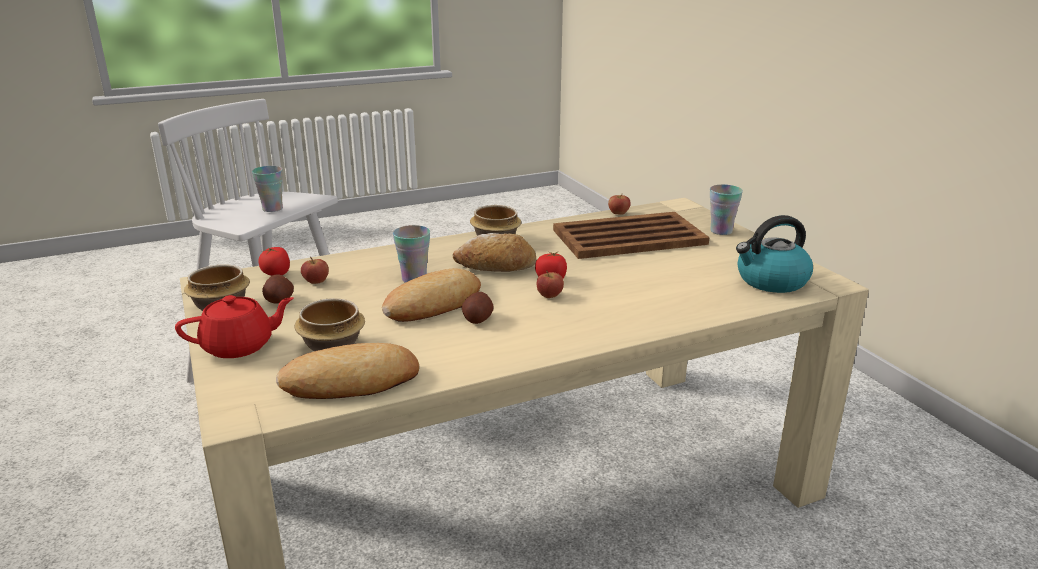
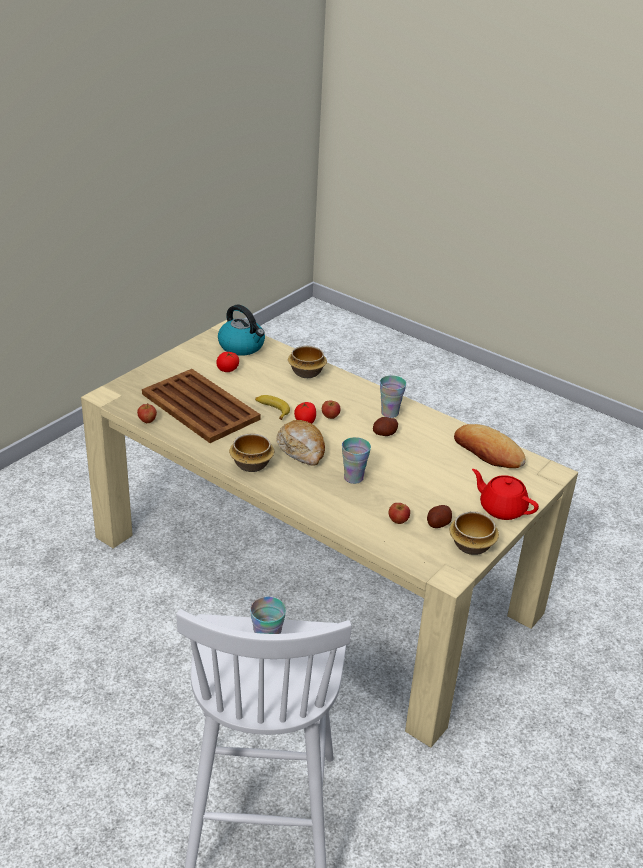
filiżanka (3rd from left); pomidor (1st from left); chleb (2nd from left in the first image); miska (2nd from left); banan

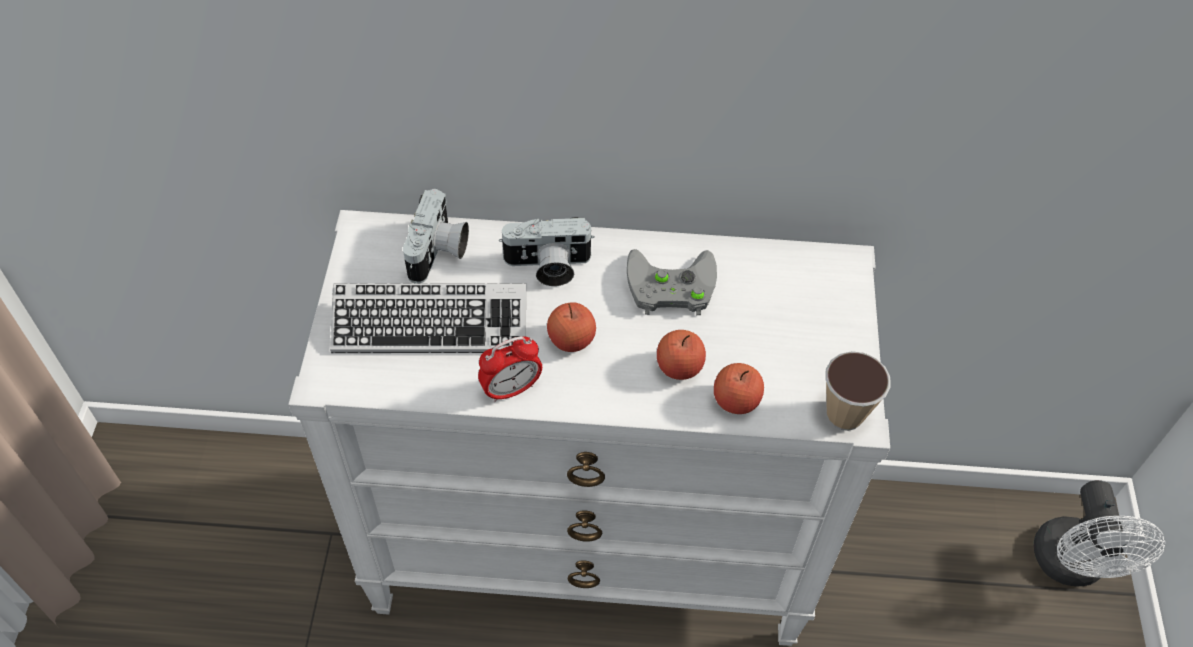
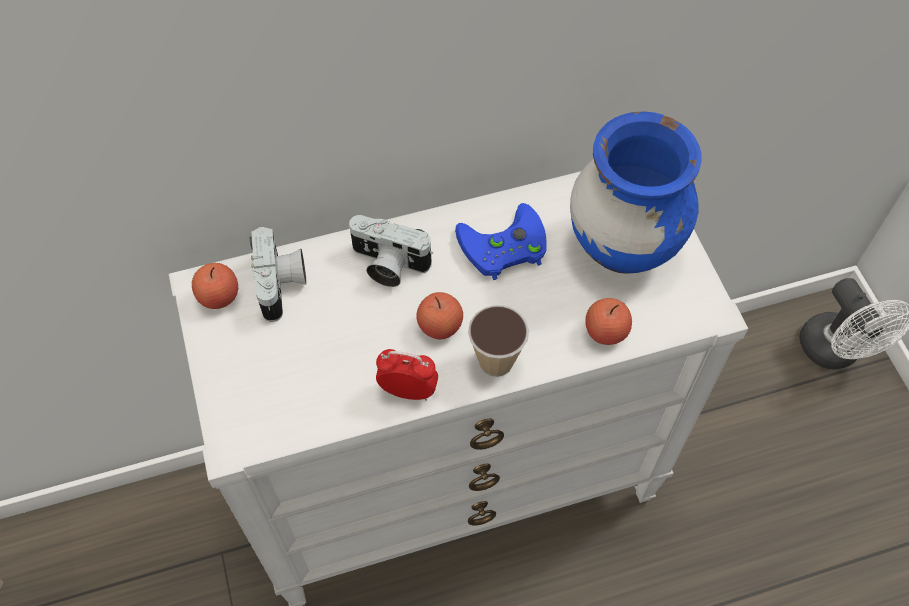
aparat fotograficzny (2nd from left); pad do gier [niebieski]; klawiatura; jabłko (1st from left); budzik; filiżanka; wazon [niebieski]

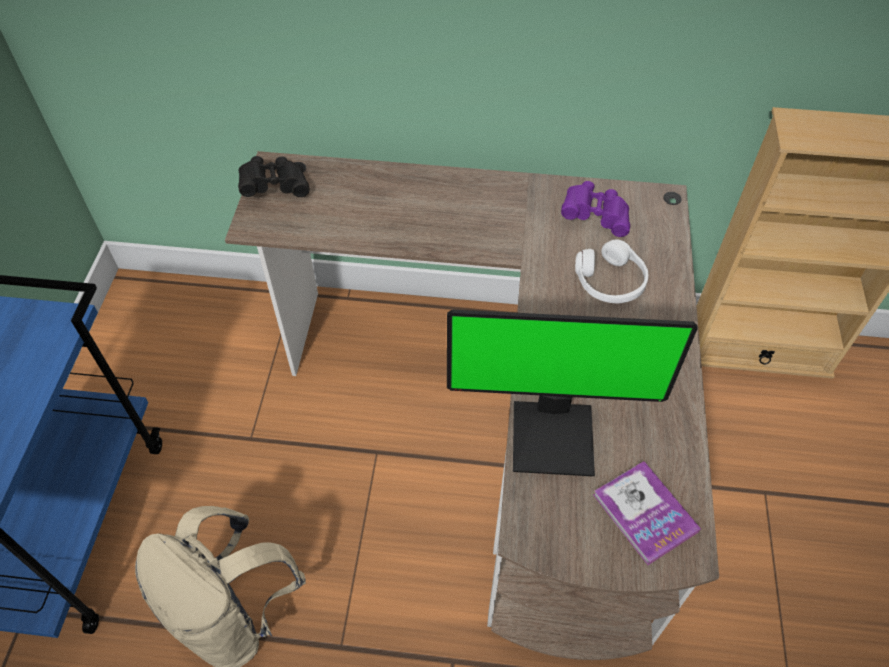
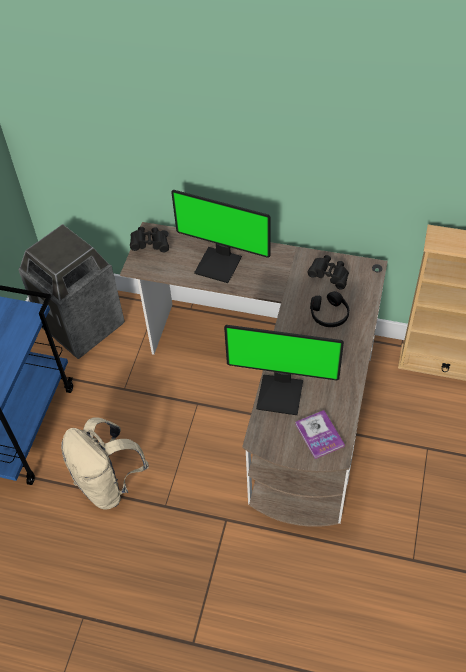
lornetka [czarny] (2nd from left); słuchawki [czarny]; monitor (1st from left); kosz na śmieci

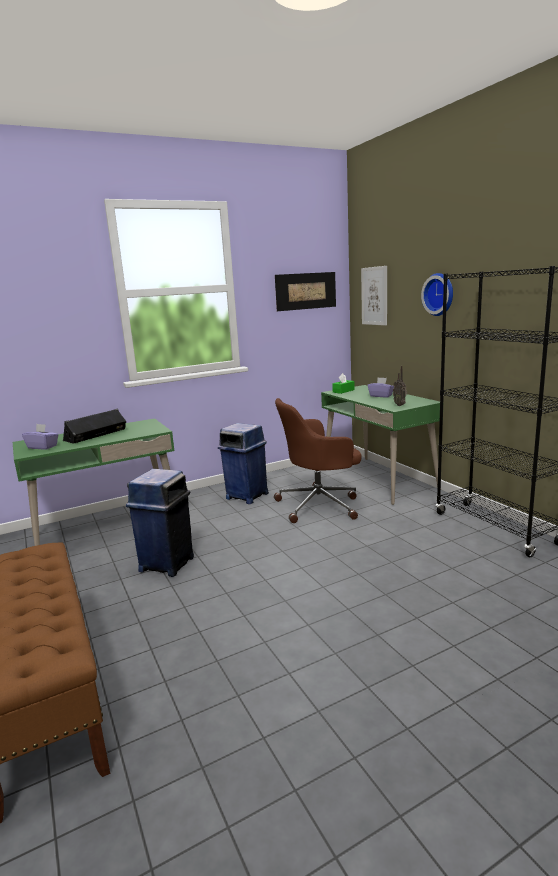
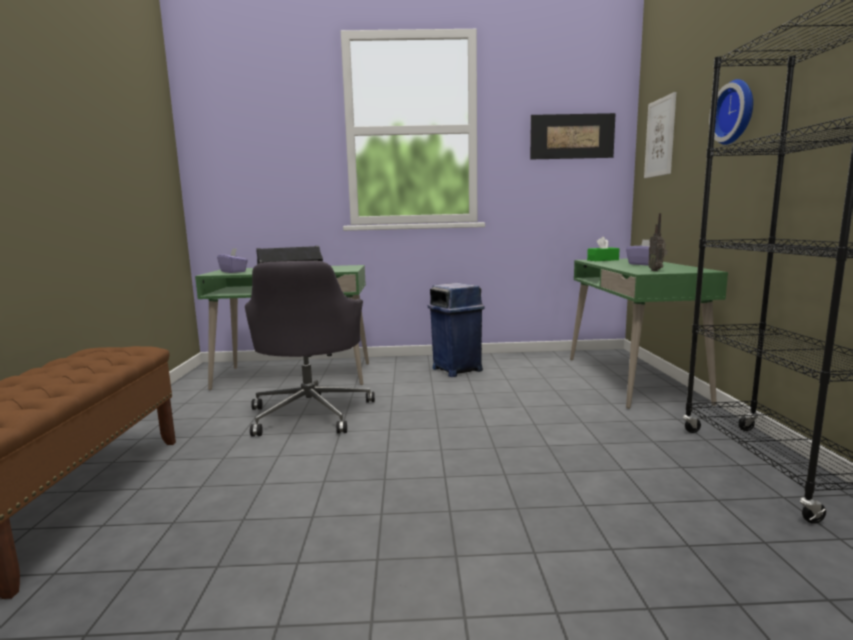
krzesło biurowe [brązowy]; krzesło biurowe [szary]

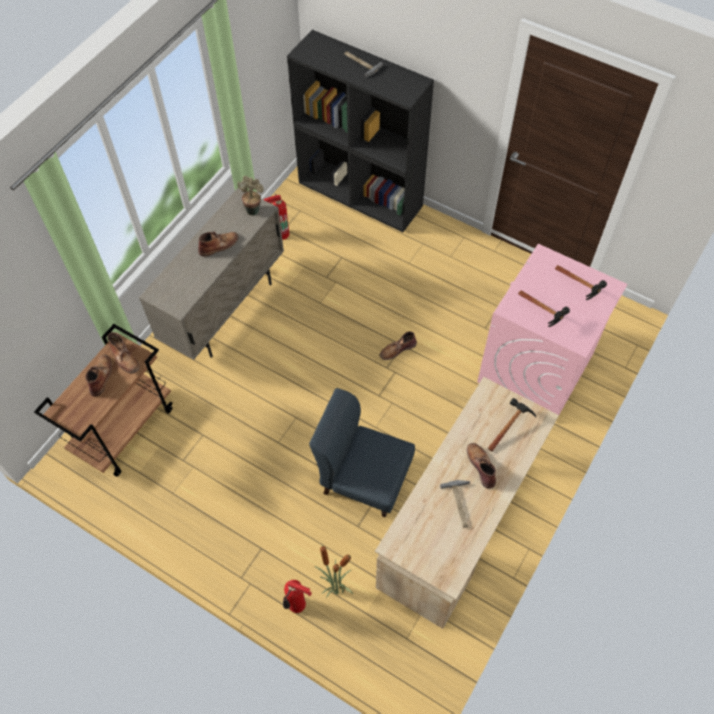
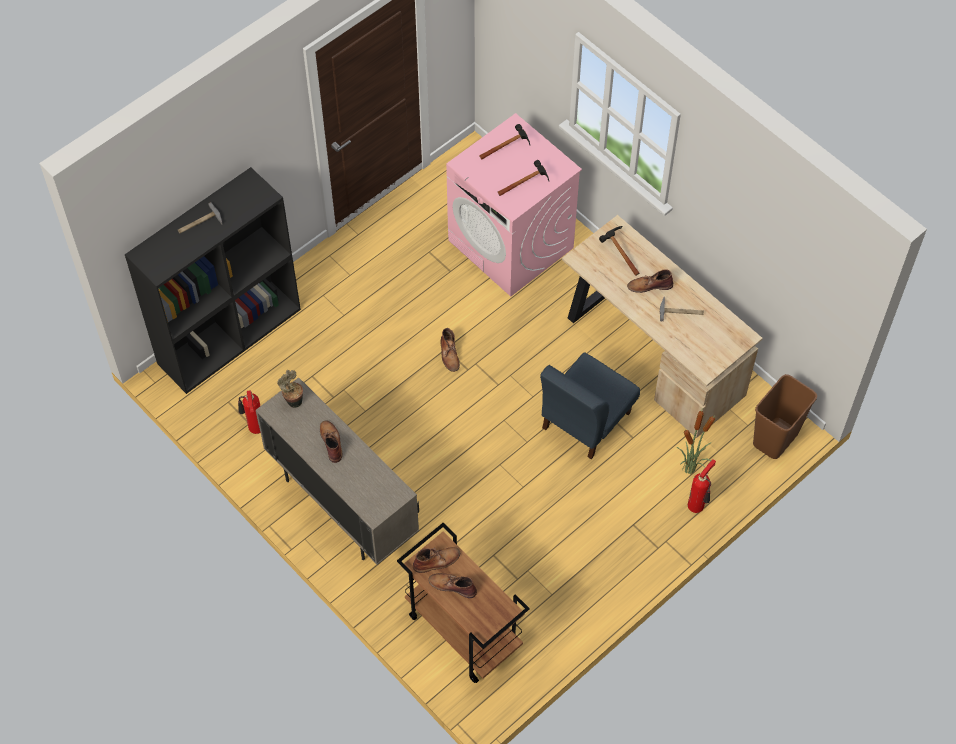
kosz na śmieci [brązowy]

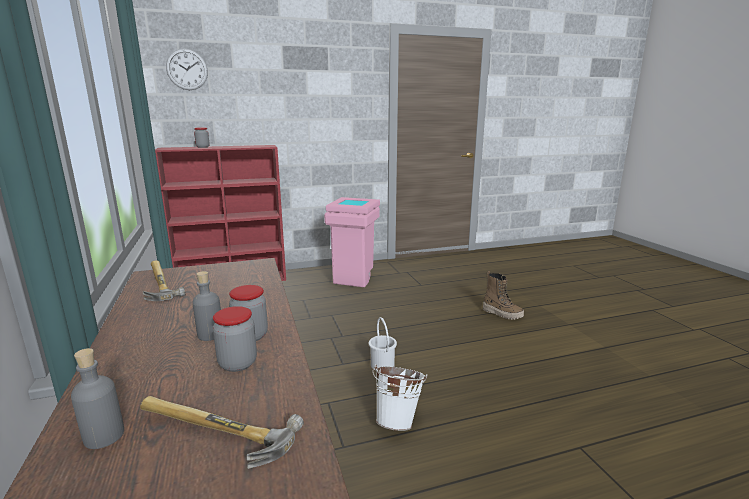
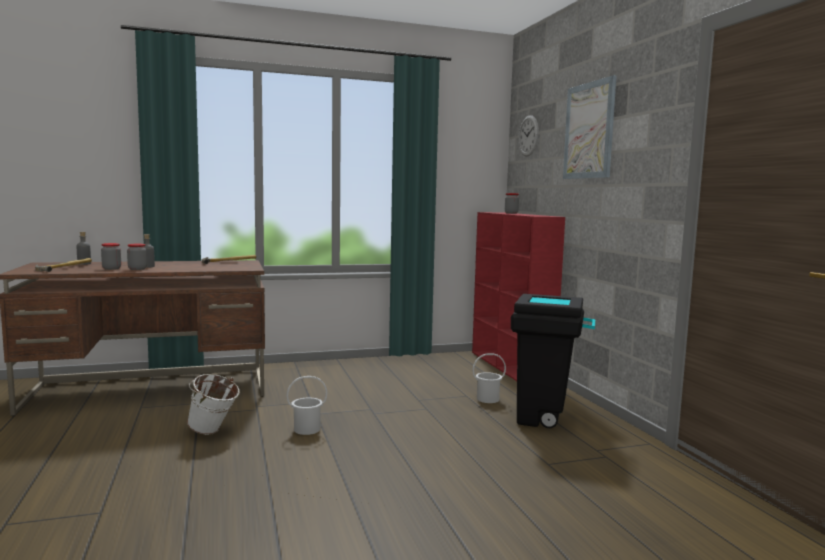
kosz na śmieci [czarny]; but z cholewką; obraz; wiadro [biały] (3rd from left)

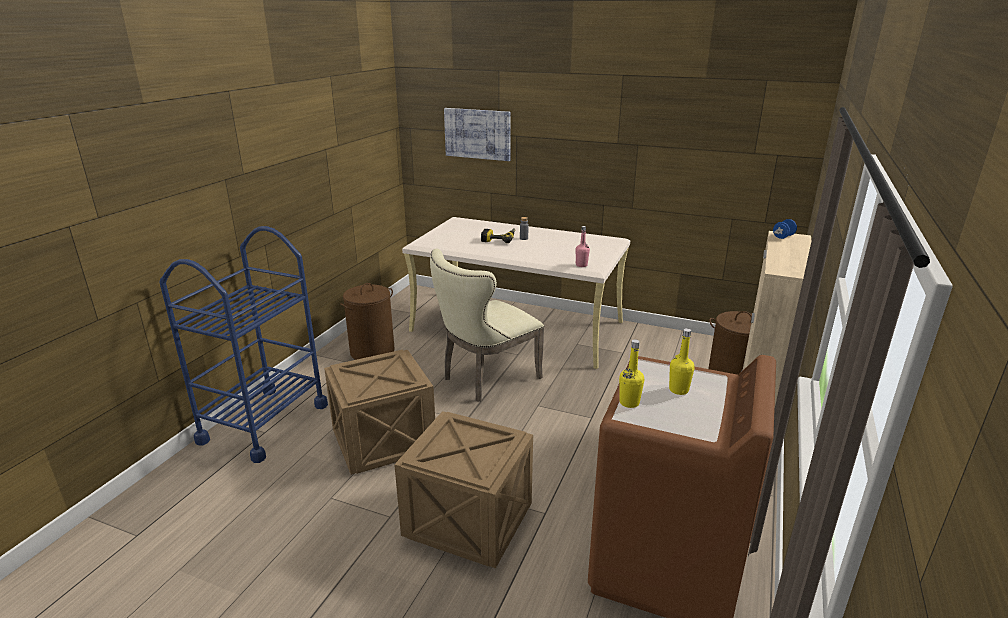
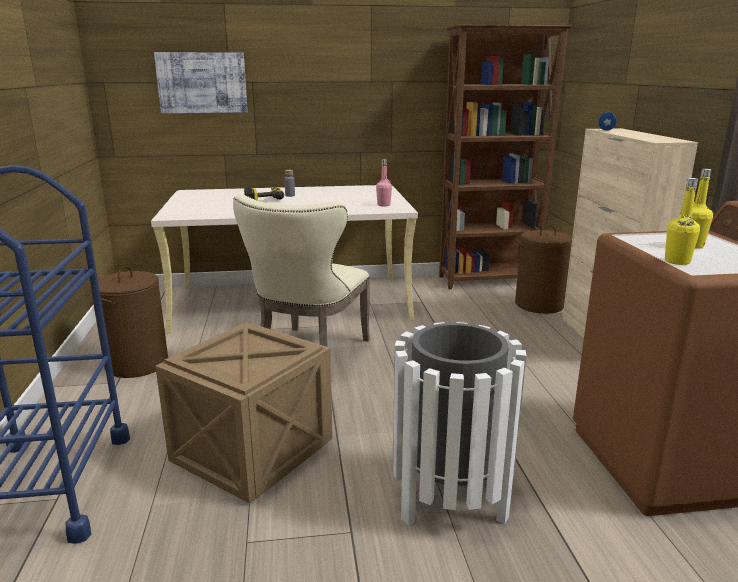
kosz na śmieci [biały]; regał [brązowy]

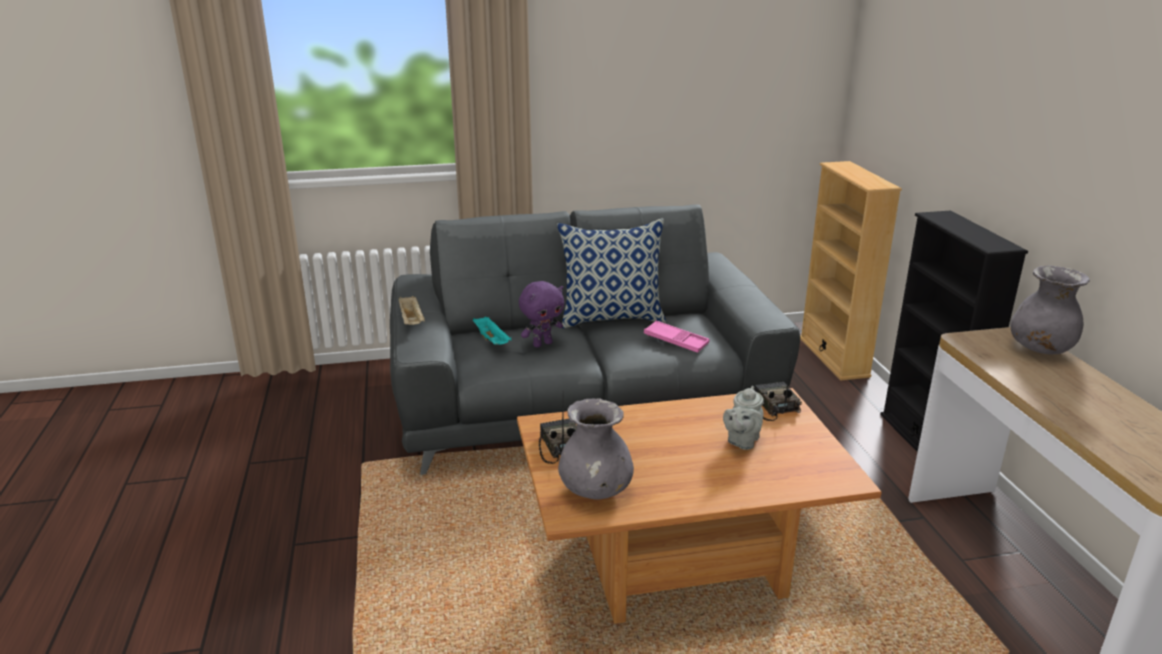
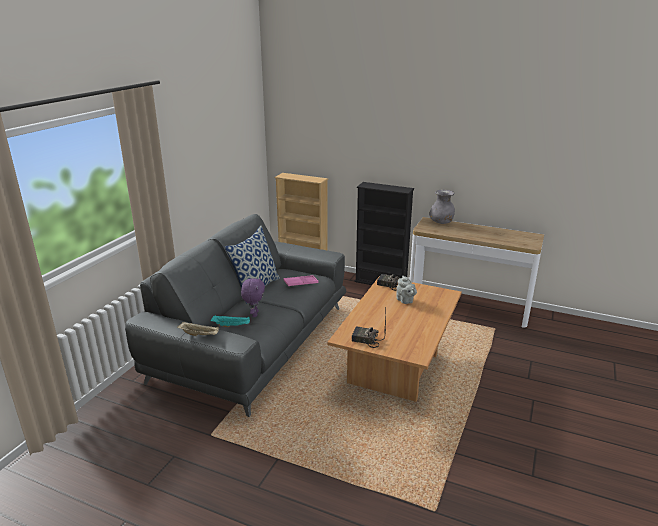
wazon [szary] (1st from left in the first image)

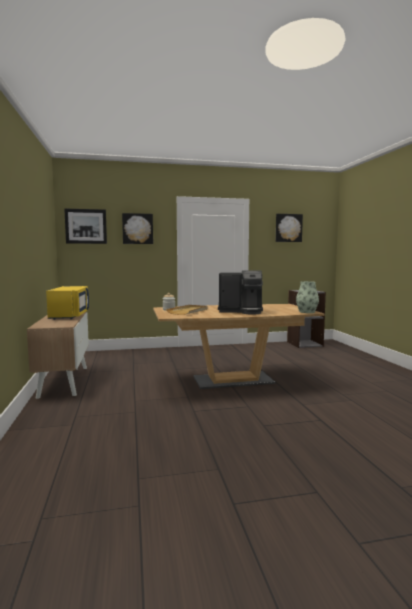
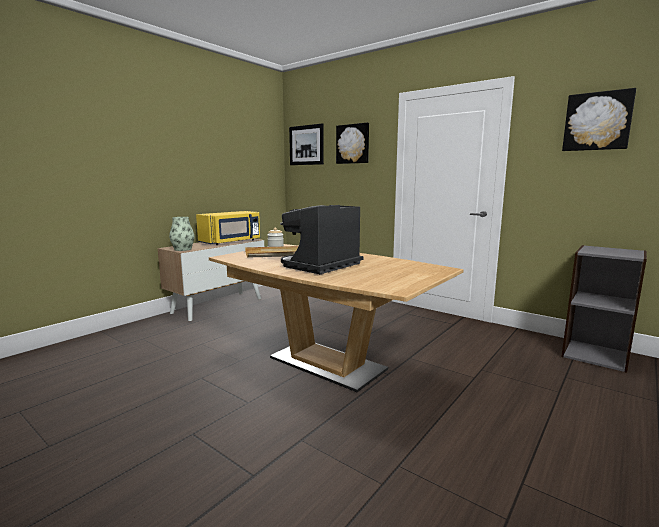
ekspres do kawy; wazon

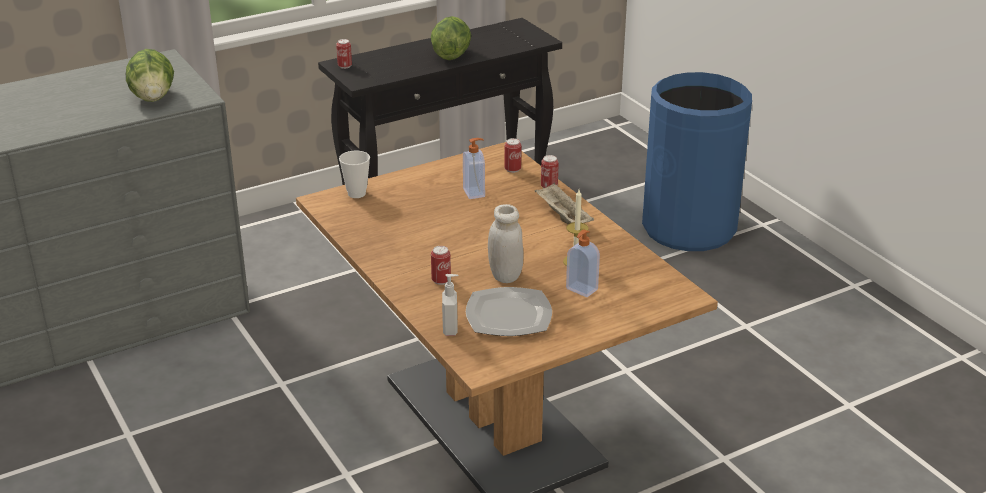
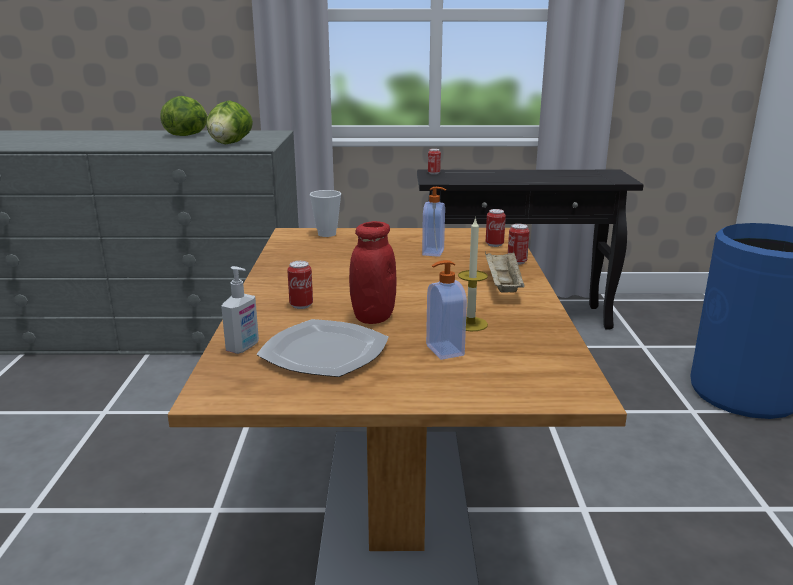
sałata (1st from left); słoik [czerwony]

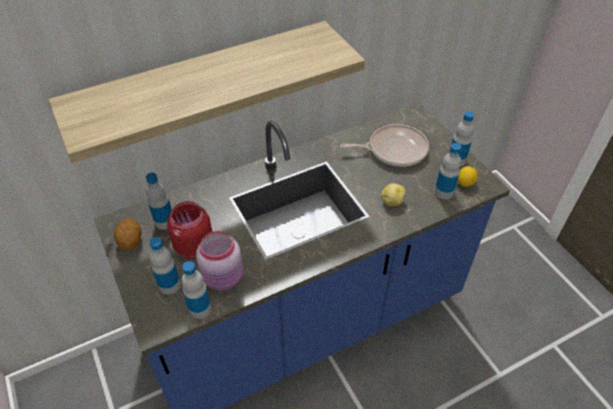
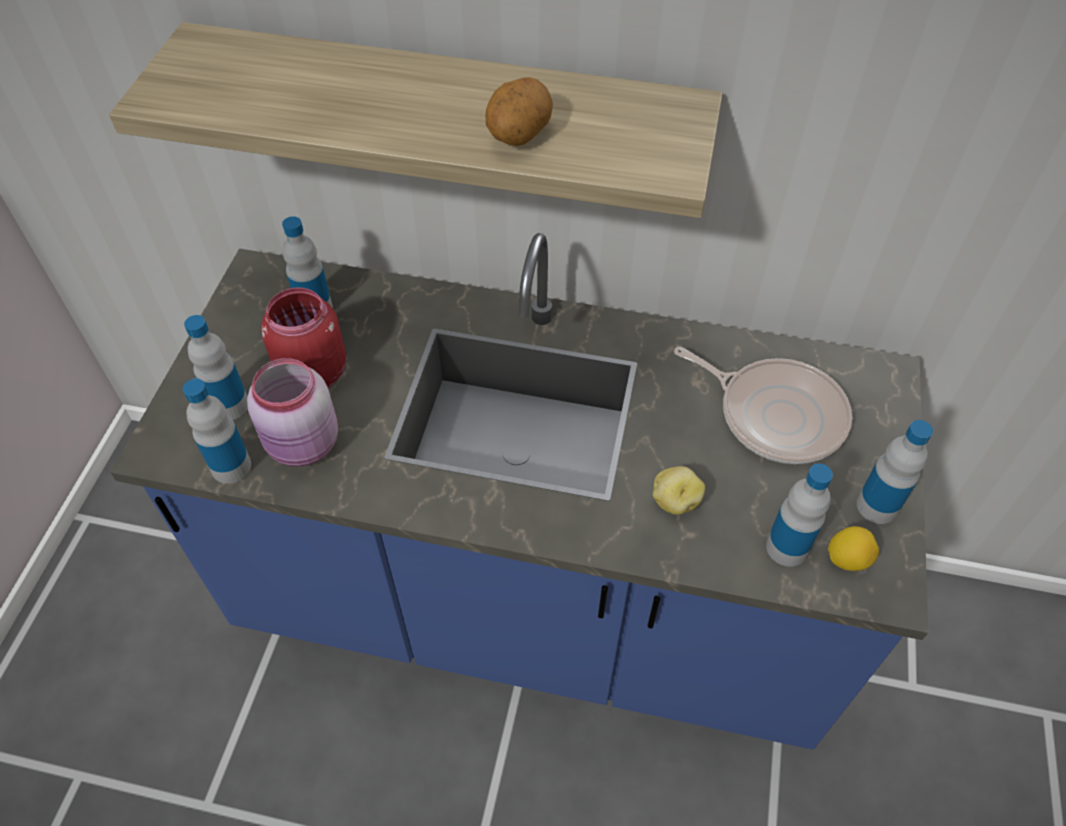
ziemniak (1st from left)

